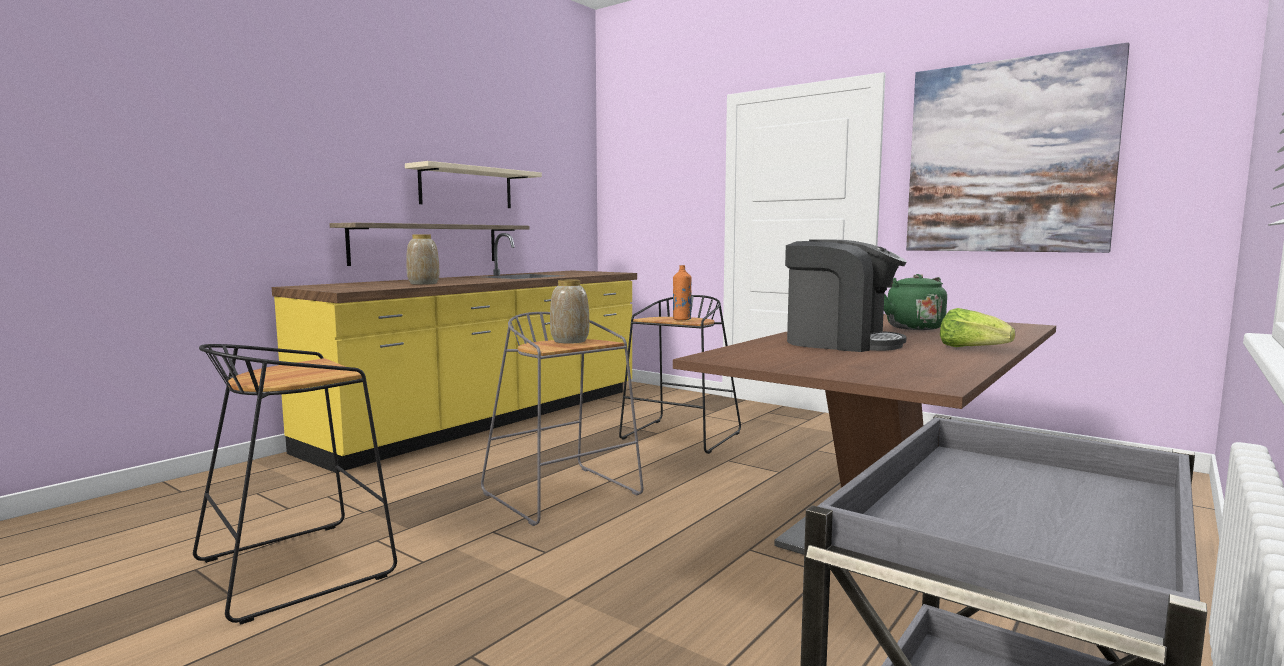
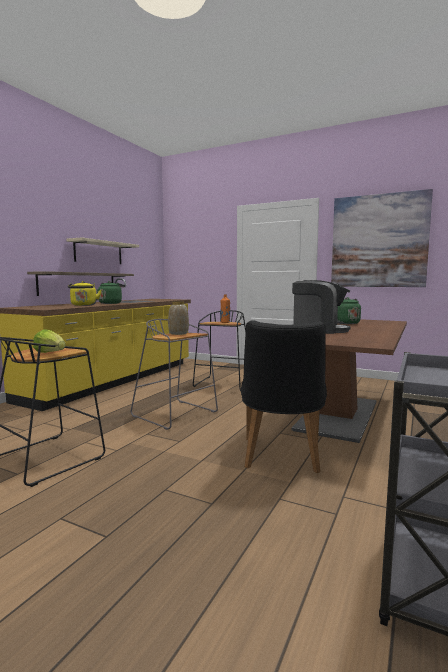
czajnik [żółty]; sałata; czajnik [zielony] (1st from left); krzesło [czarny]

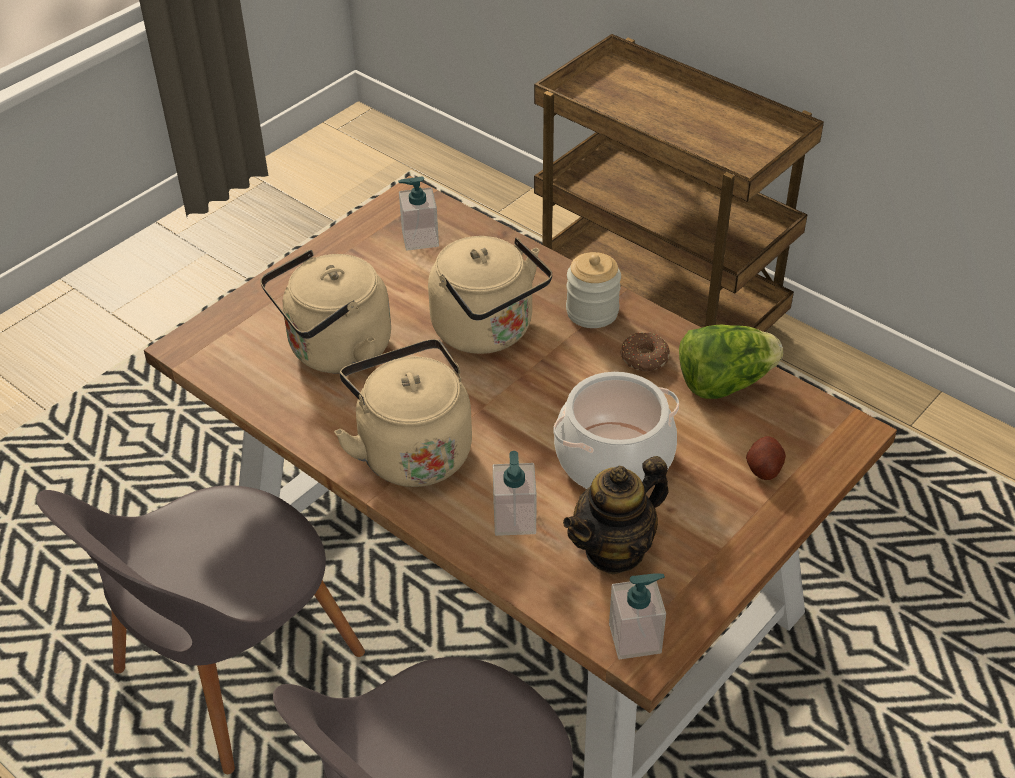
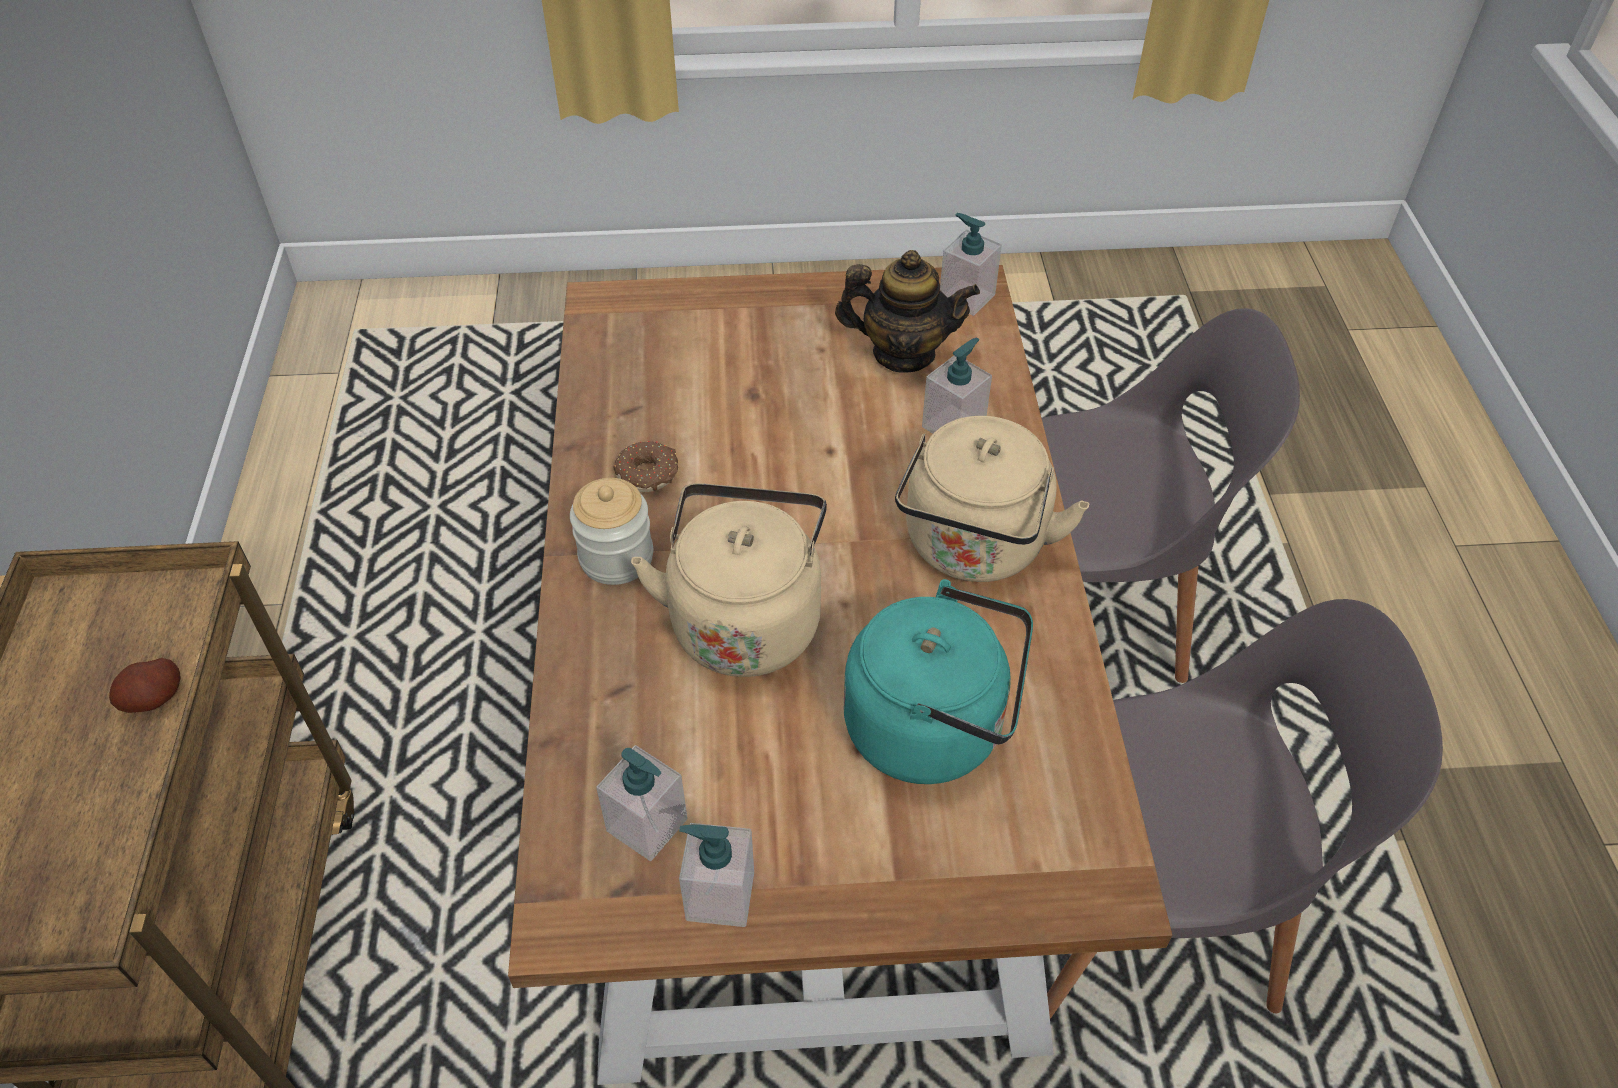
czajnik [turkusowy]; sałata; garnek; ziemniak; dozownik mydła (2nd from left)

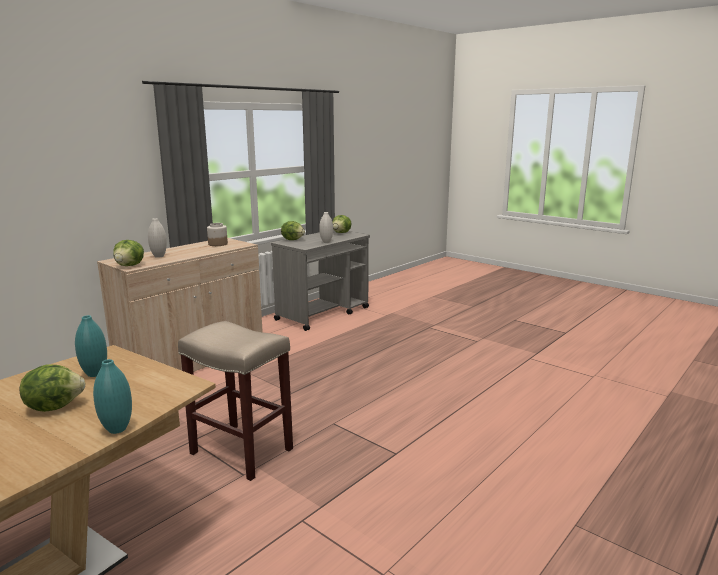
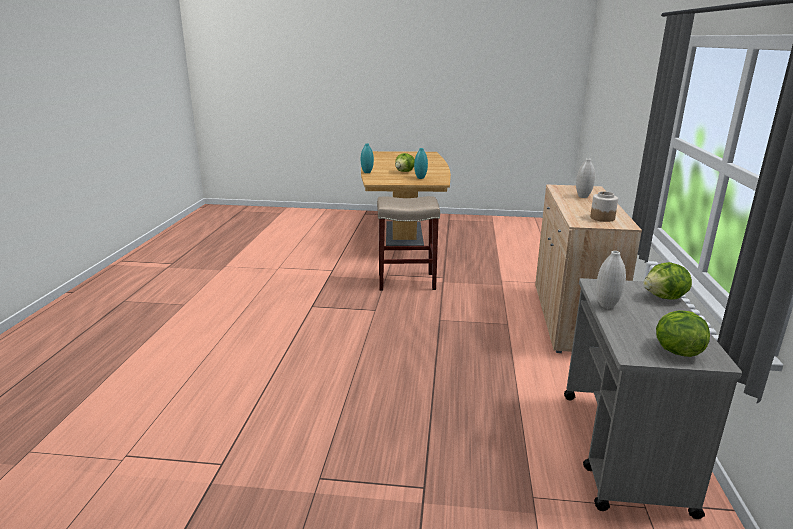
sałata (2nd from left in the first image)

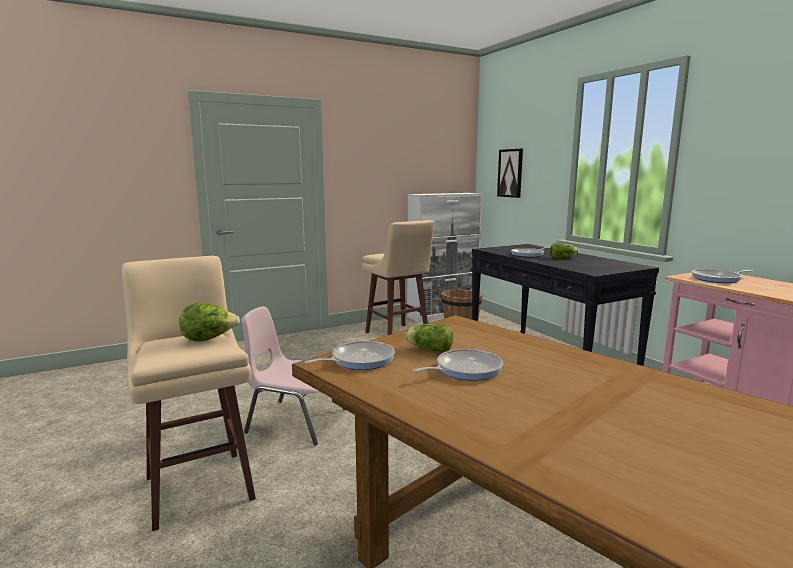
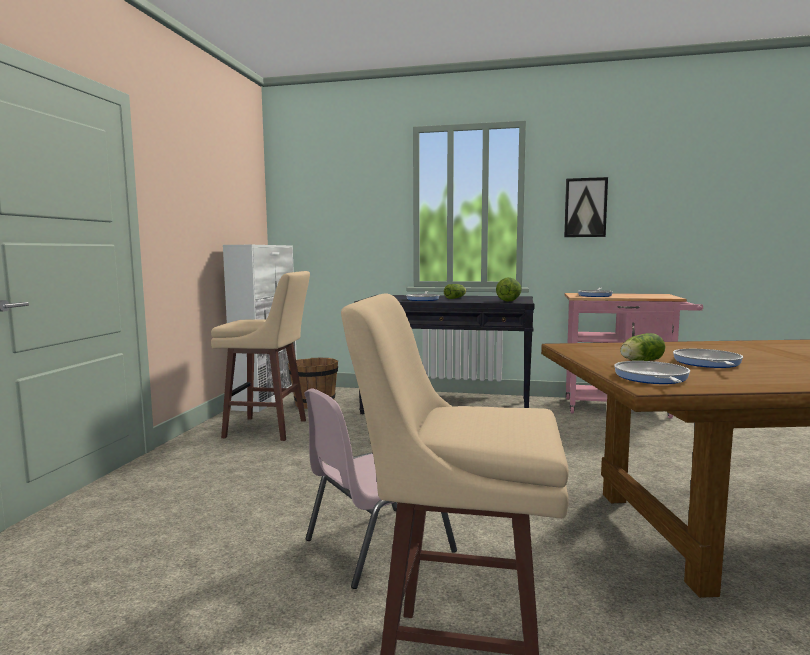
obraz; sałata (2nd from left)

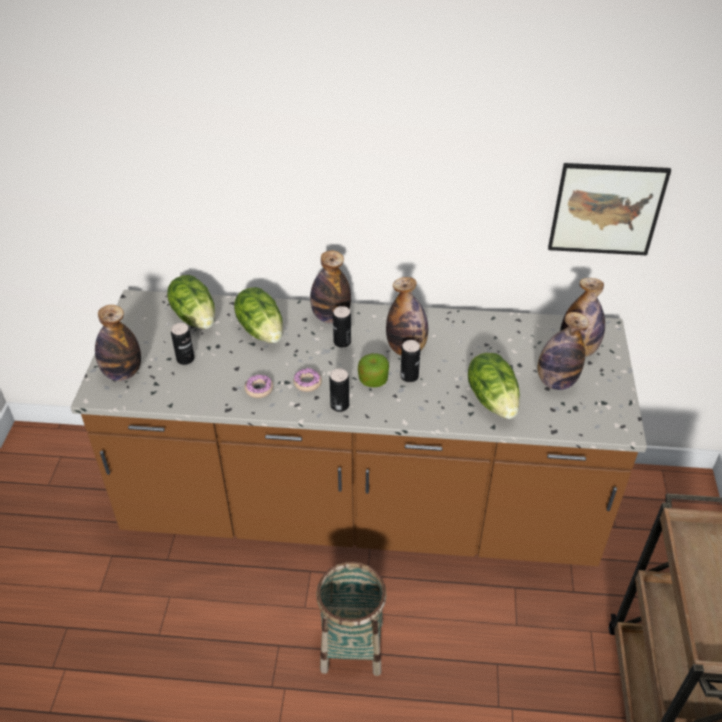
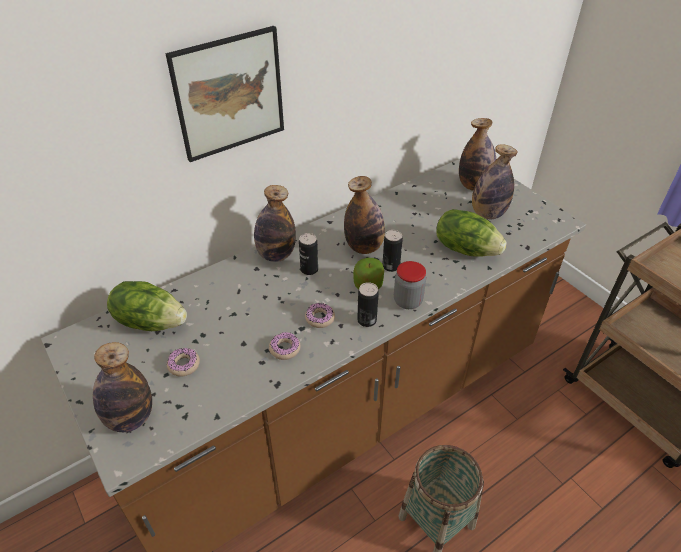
obraz; sałata (2nd from left in the first image); donut (1st from left); słoik

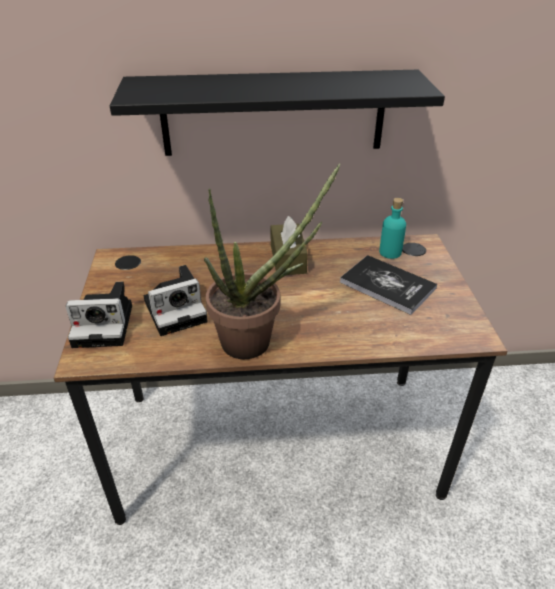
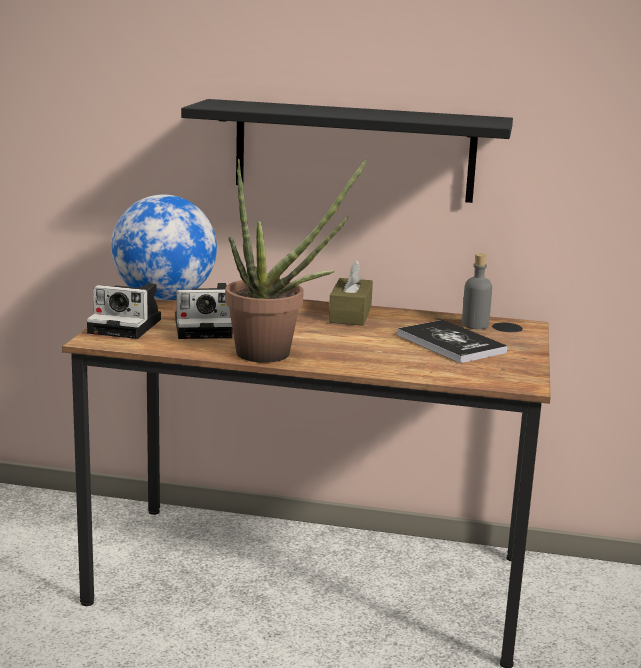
butelka [szary]; globus

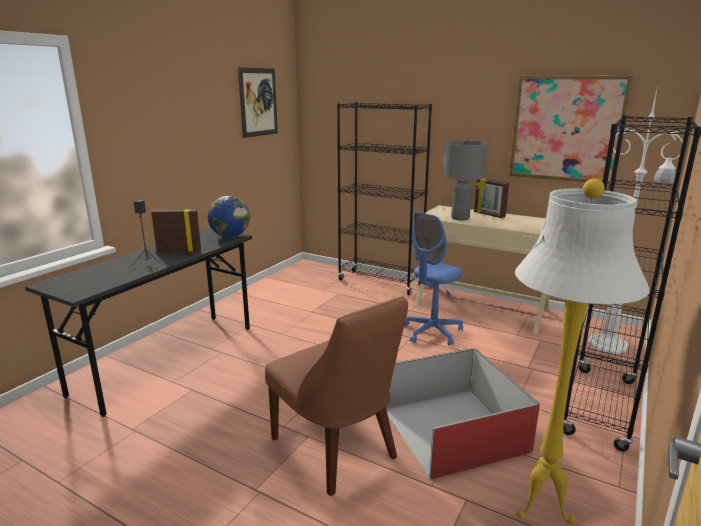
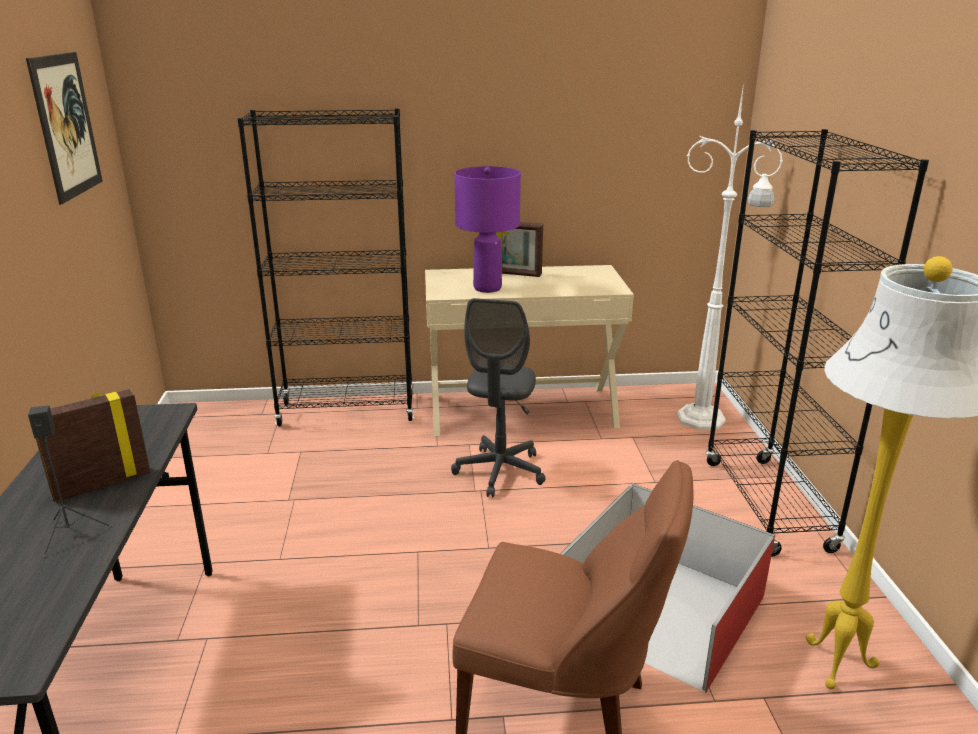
obraz (2nd from left in the first image); lampa stołowa [fioletowy]; globus; krzesło biurowe [szary]

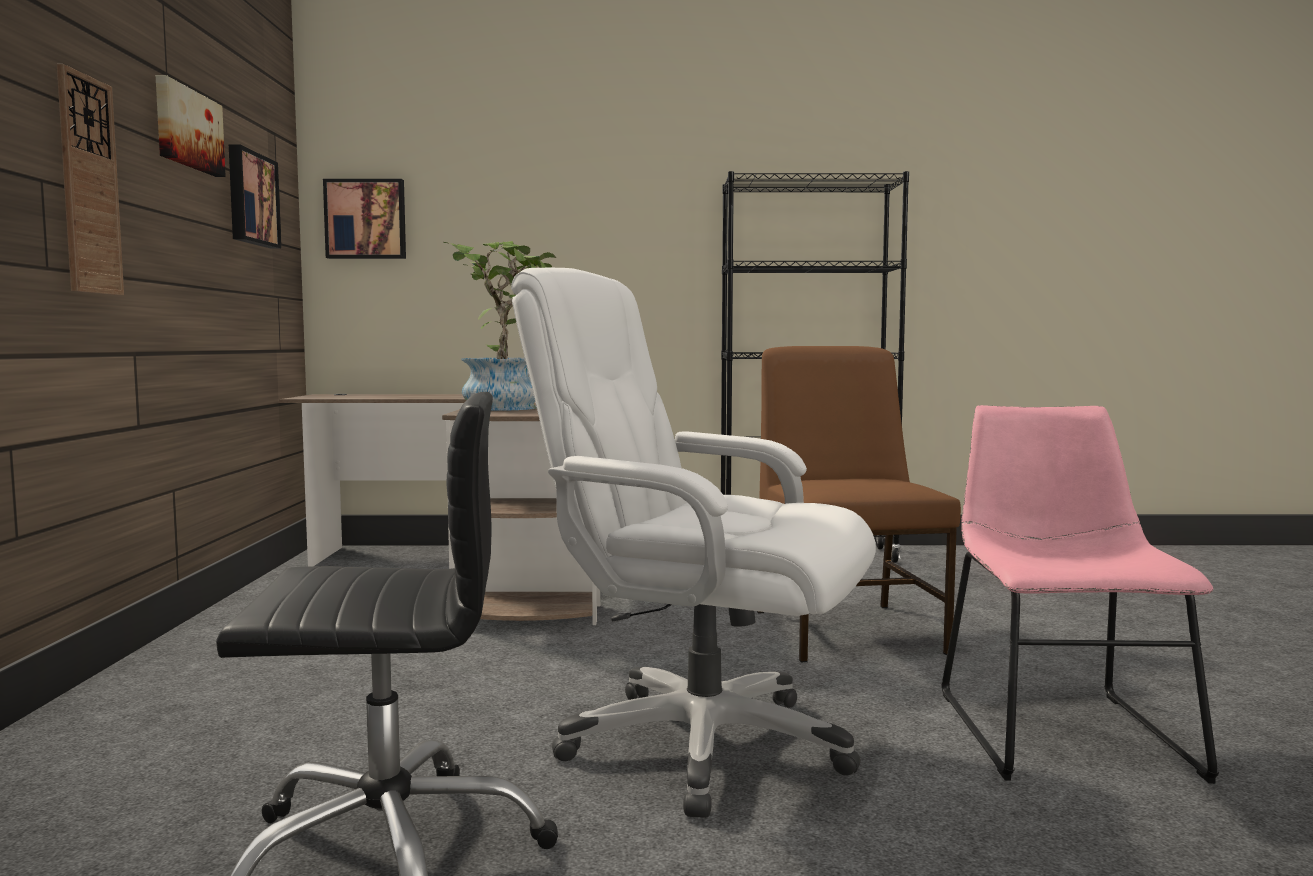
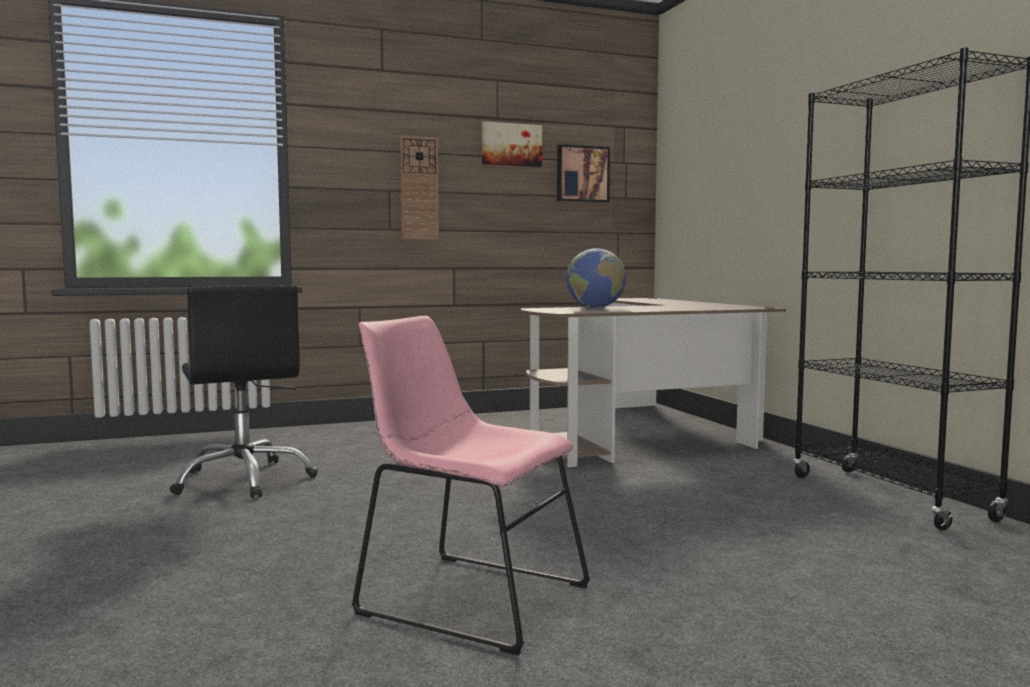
obraz (3rd from left in the first image); globus; krzesło biurowe [biały]; krzesło [brązowy]; krzesło [różowy]

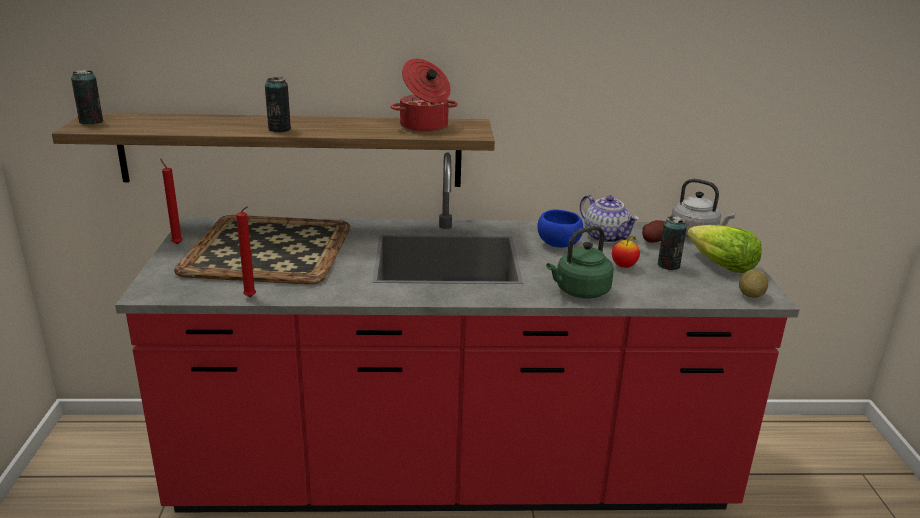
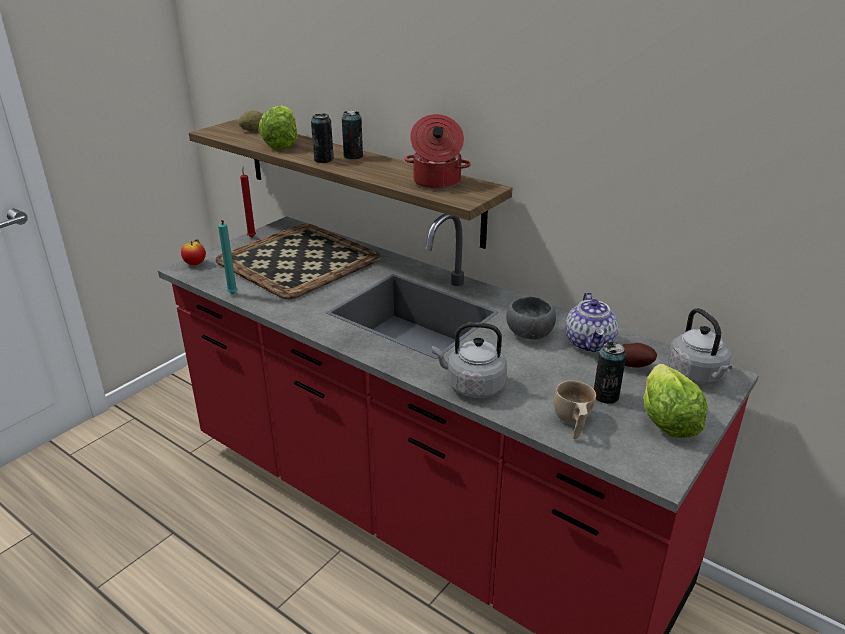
puszka (2nd from left); świeca [turkusowy]; miska [szary]; czajnik [szary] (1st from left); jabłko; ziemniak (1st from left); sałata (1st from left); filiżanka [beżowy]

